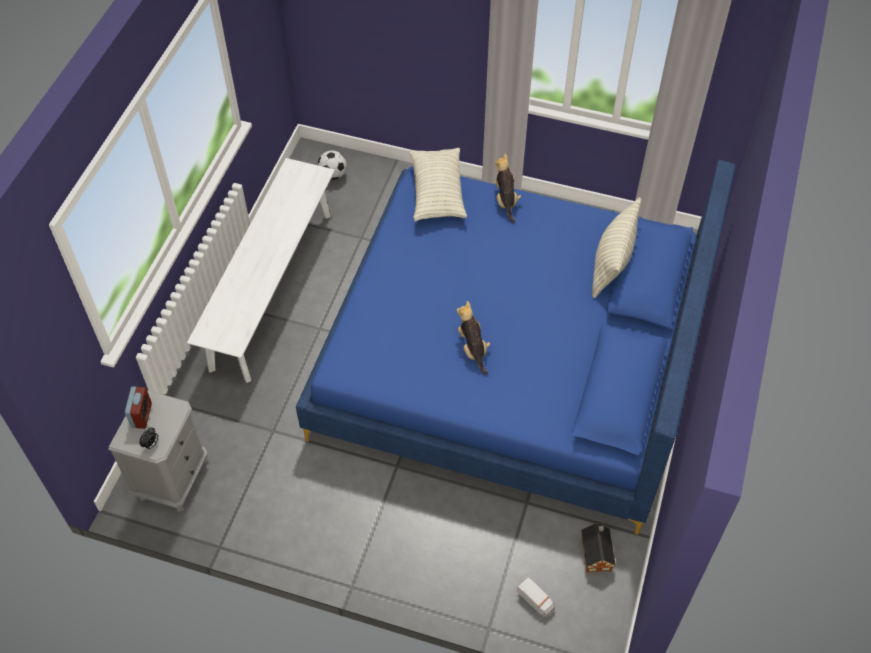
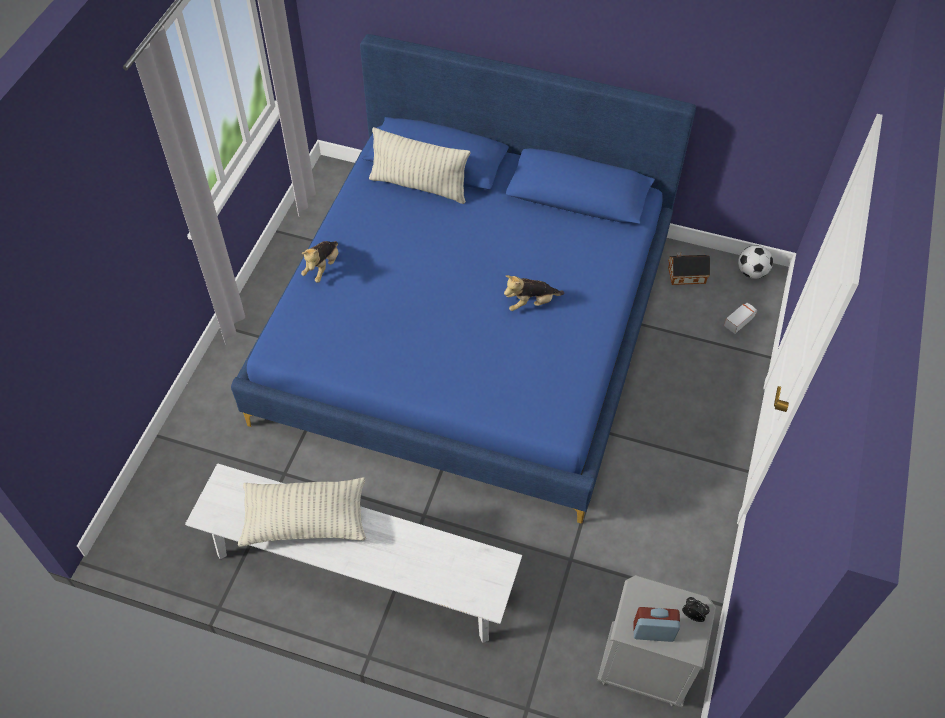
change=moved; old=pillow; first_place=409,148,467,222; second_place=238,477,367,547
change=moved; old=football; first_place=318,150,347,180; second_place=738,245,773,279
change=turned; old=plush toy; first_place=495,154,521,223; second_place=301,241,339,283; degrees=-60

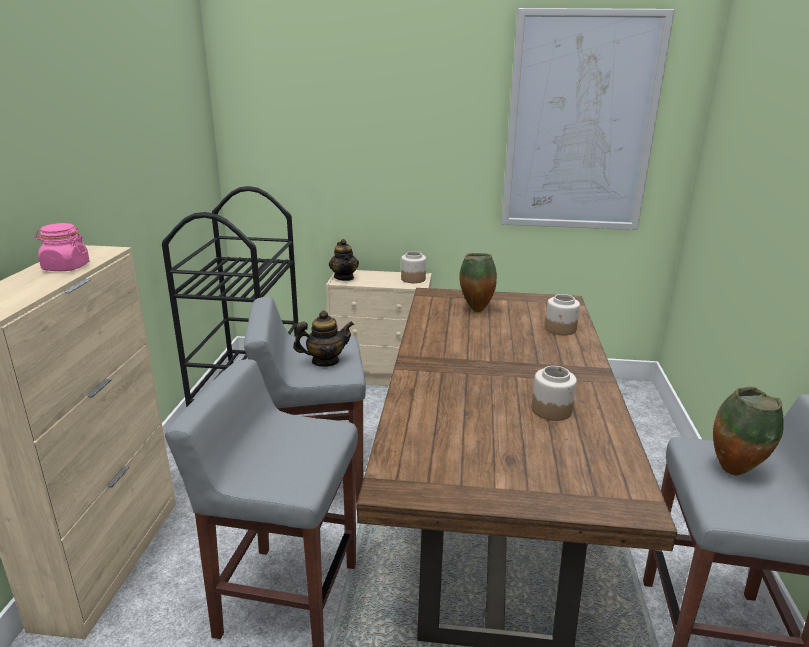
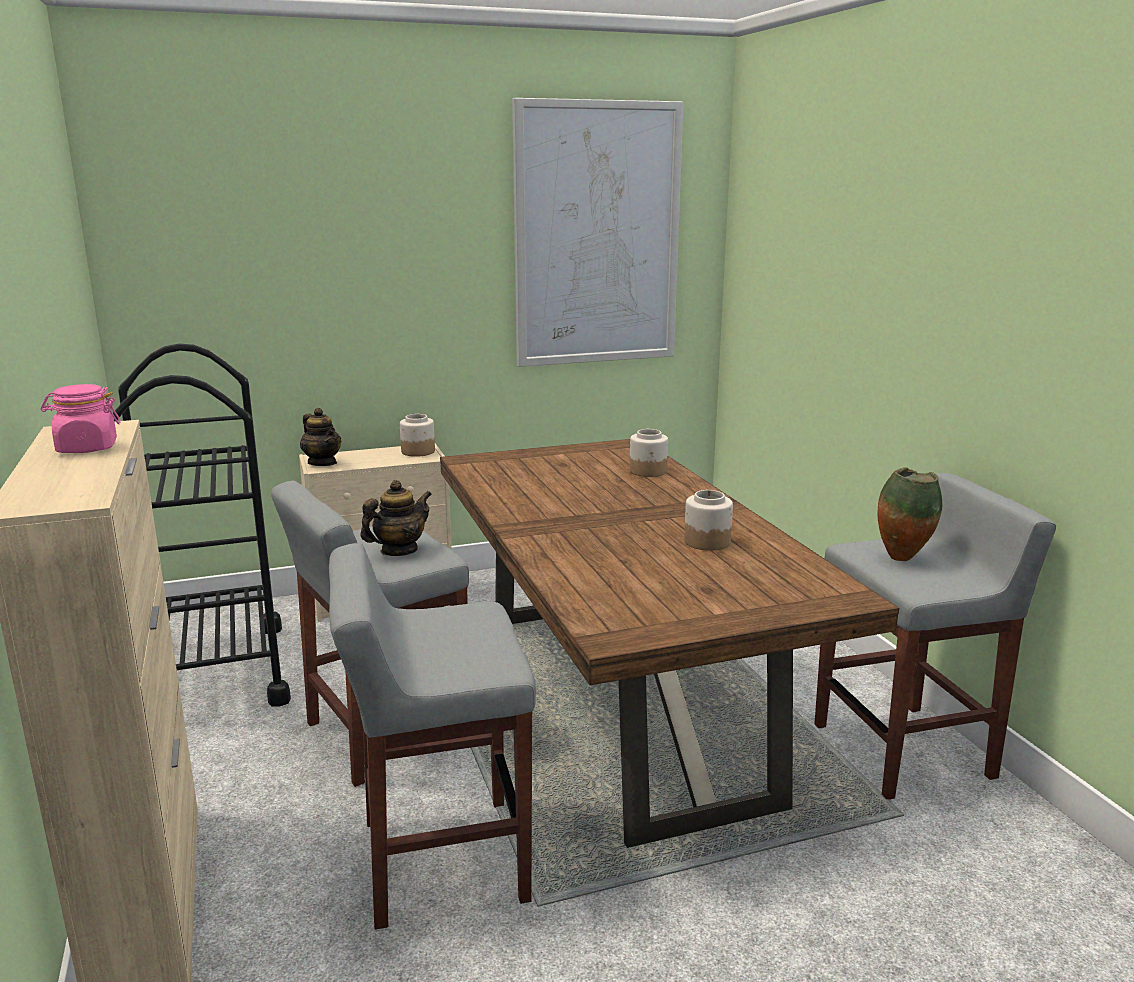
change=removed; old=vase; first_place=459,253,497,312

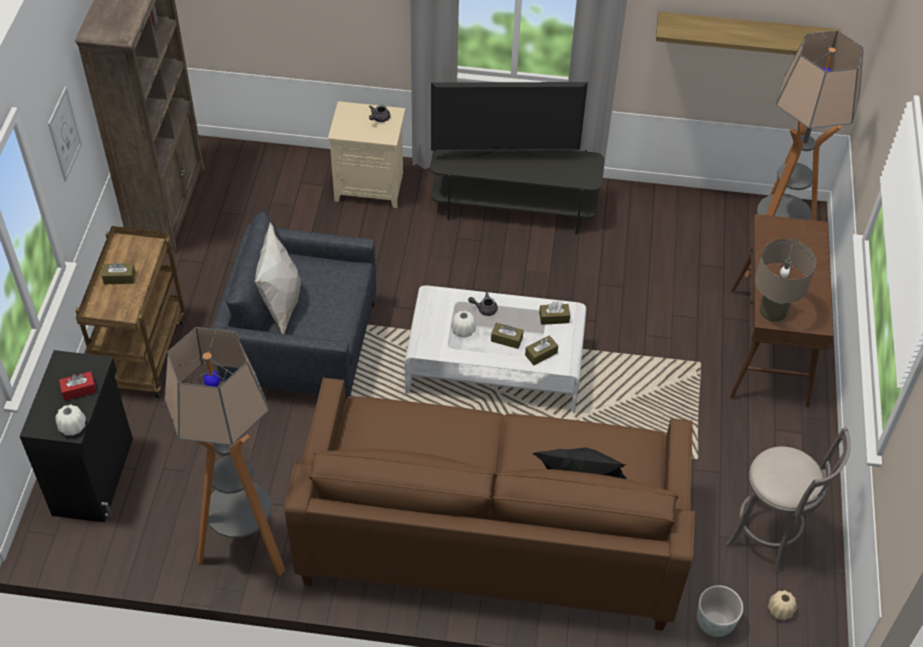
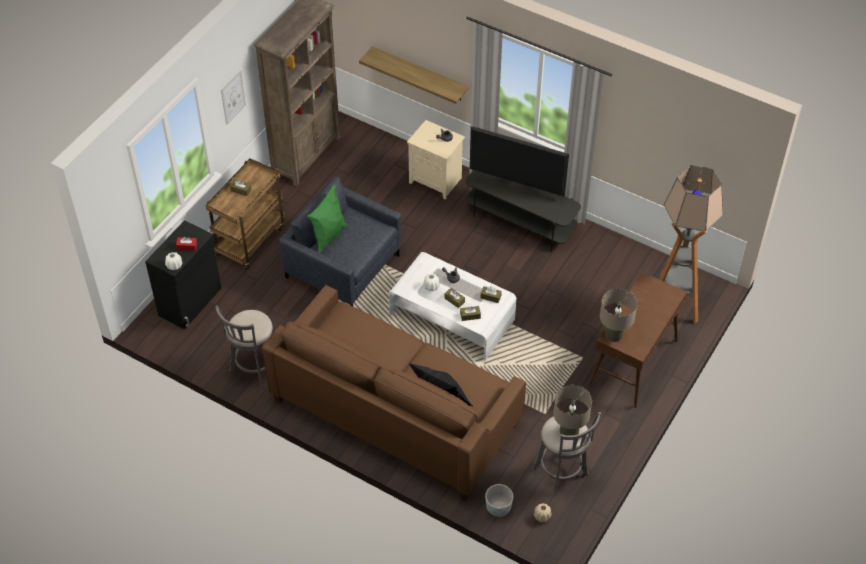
change=moved; old=shelf; first_place=656,11,841,55; second_place=359,46,469,104
change=recoloured; old=white pillow; new=green pillow; first_place=254,222,301,334; second_place=307,184,347,253
change=replaced; old=floor lamp; new=grey stool; first_place=164,327,285,576; second_place=215,305,273,388
change=added; new=beige table lamp; second_place=553,385,592,436

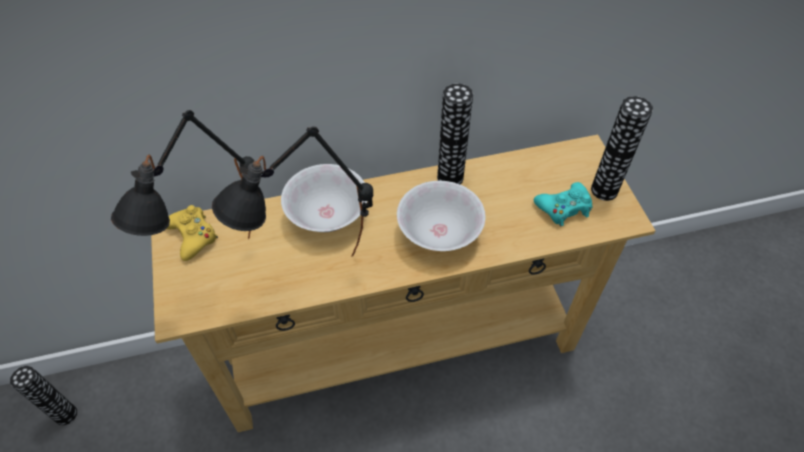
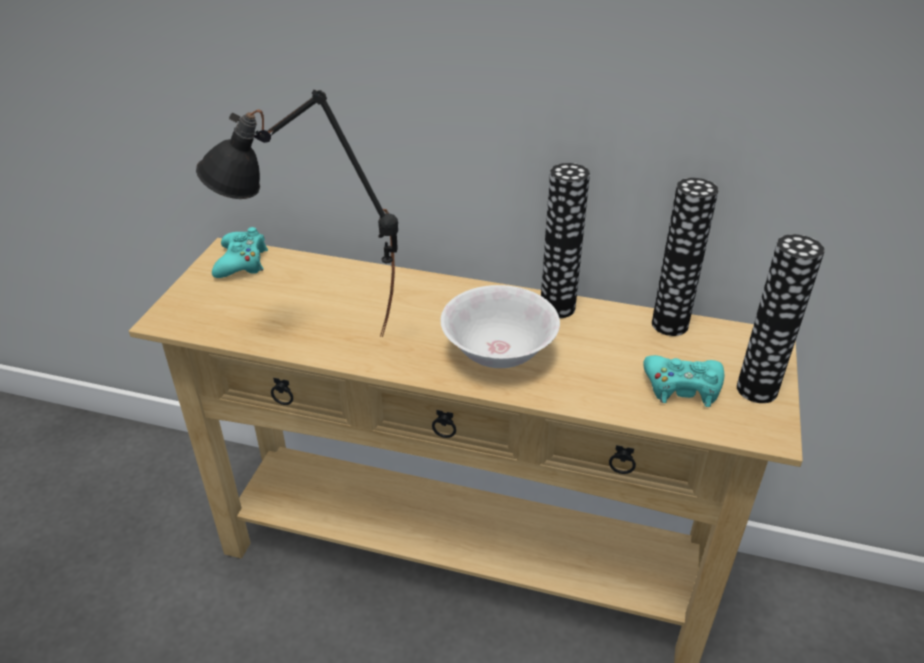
change=removed; old=black table lamp; first_place=111,110,254,239
change=removed; old=white bowl; first_place=281,164,367,232
change=recoloured; old=yellow game controller; new=turquoise game controller; first_place=167,205,218,261; second_place=212,227,268,278
change=moved; old=vase; first_place=10,366,77,425; second_place=652,178,719,336

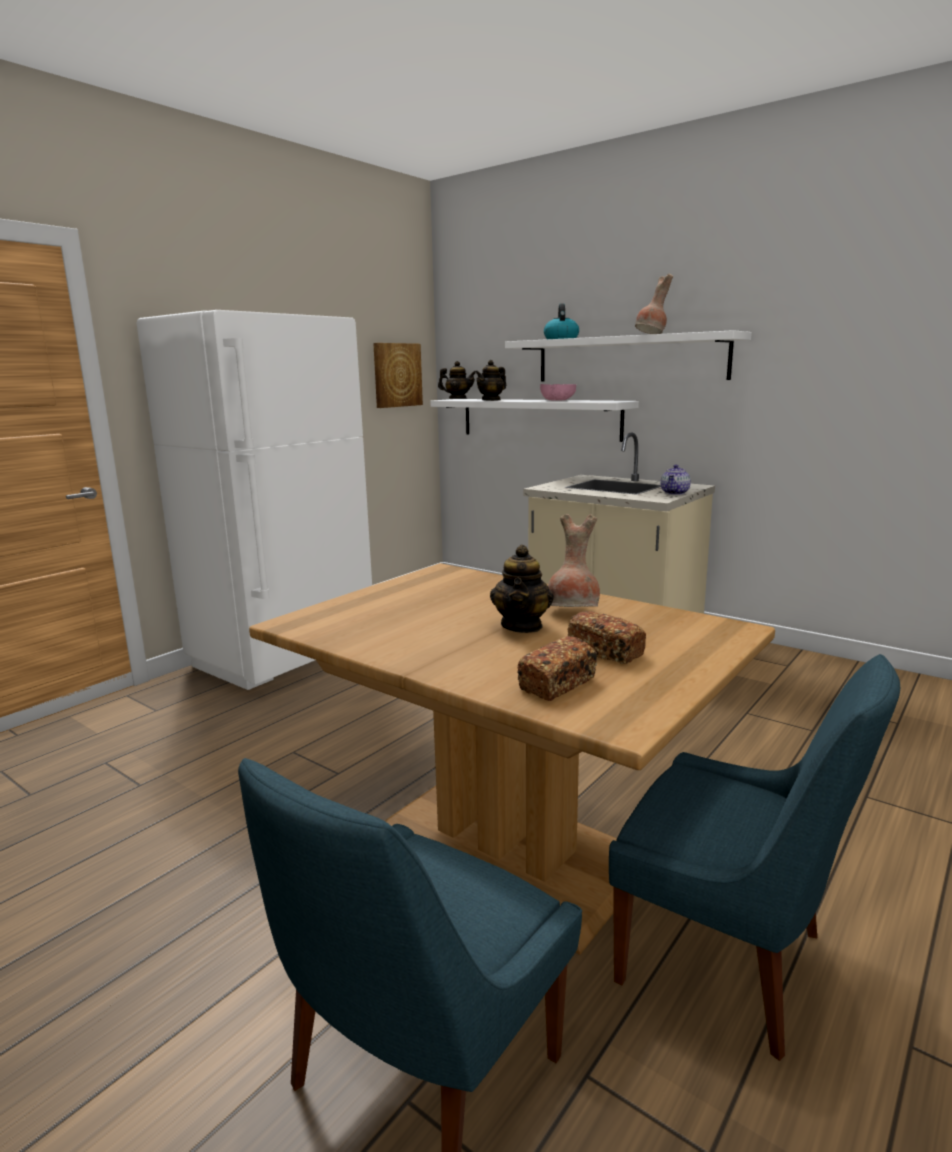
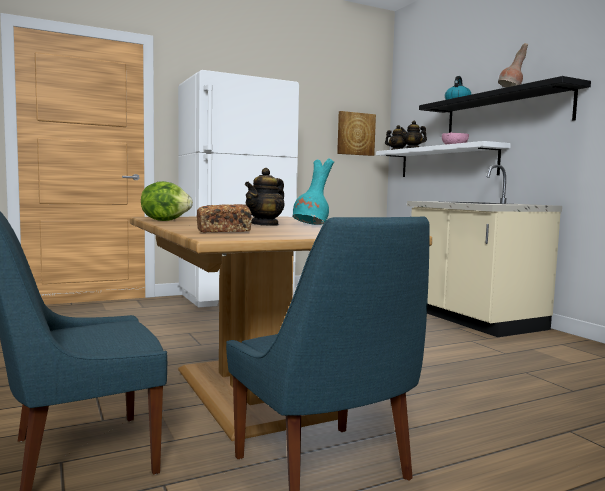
change=recoloured; old=white shelf; new=black shelf; first_place=505,330,752,381; second_place=419,76,591,133
change=removed; old=teapot; first_place=661,465,691,495
change=recoloured; old=brown vase; new=turquoise vase; first_place=548,514,600,607; second_place=293,158,334,225
change=removed; old=bread; first_place=568,611,646,664
change=added; new=lettuce; second_place=141,181,193,221

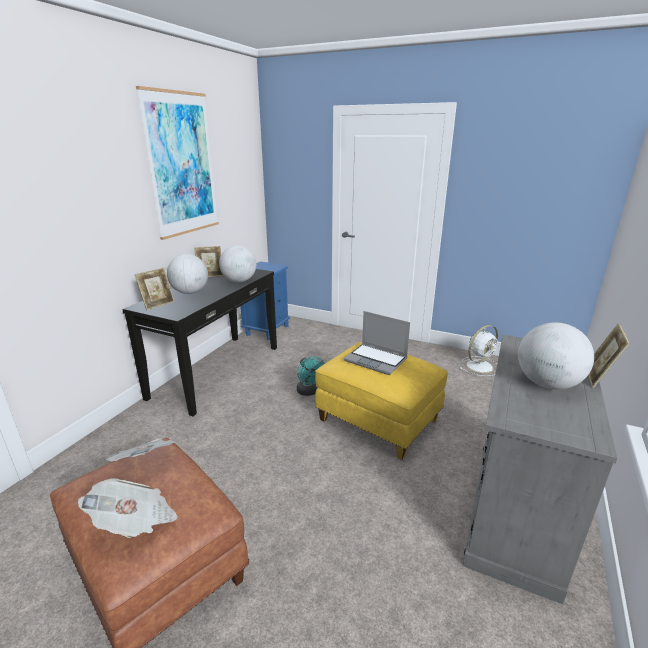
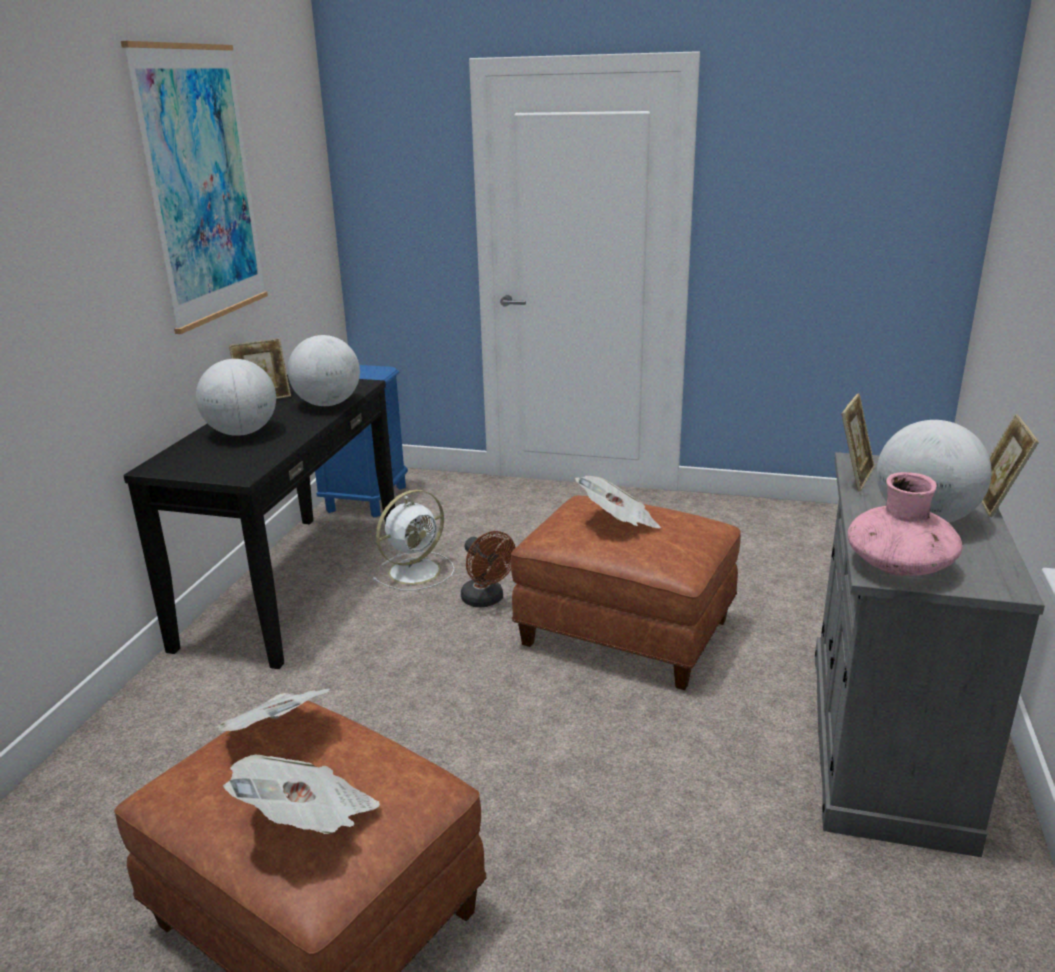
change=moved; old=picture frame; first_place=135,268,175,310; second_place=842,393,875,491
change=replaced; old=laptop; new=newspaper; first_place=344,311,410,375; second_place=575,476,661,528
change=moved; old=white fan; first_place=460,325,498,376; second_place=372,490,455,590
change=recoloured; old=yellow ottoman; new=brown ottoman; first_place=315,342,448,460; second_place=511,496,741,690
change=recoloured; old=turquoise fan; new=brown fan; first_place=297,356,325,396; second_place=461,531,515,607
change=added; new=pink vase; second_place=847,472,962,576

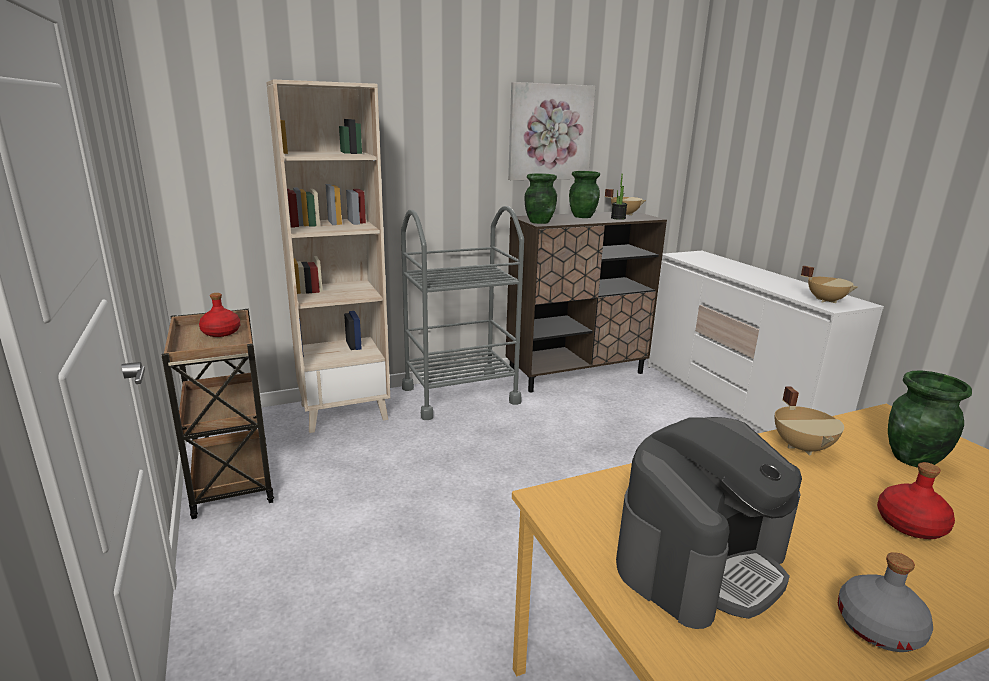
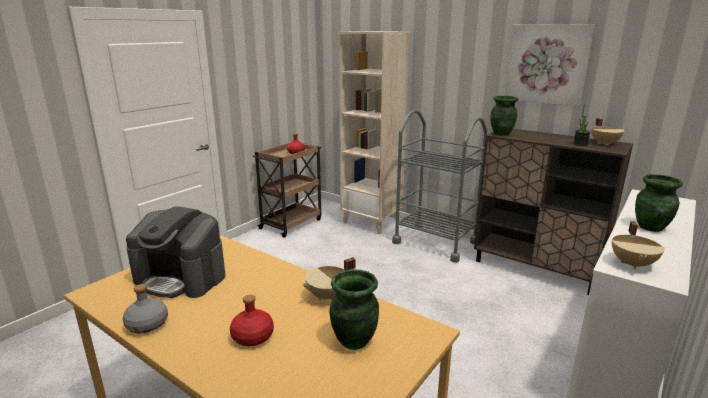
change=moved; old=green vase; first_place=569,171,600,218; second_place=635,174,683,232

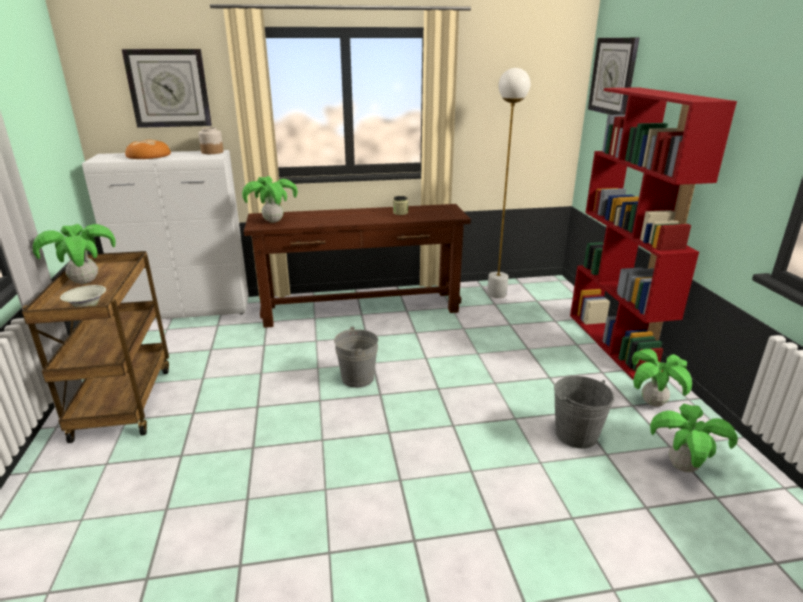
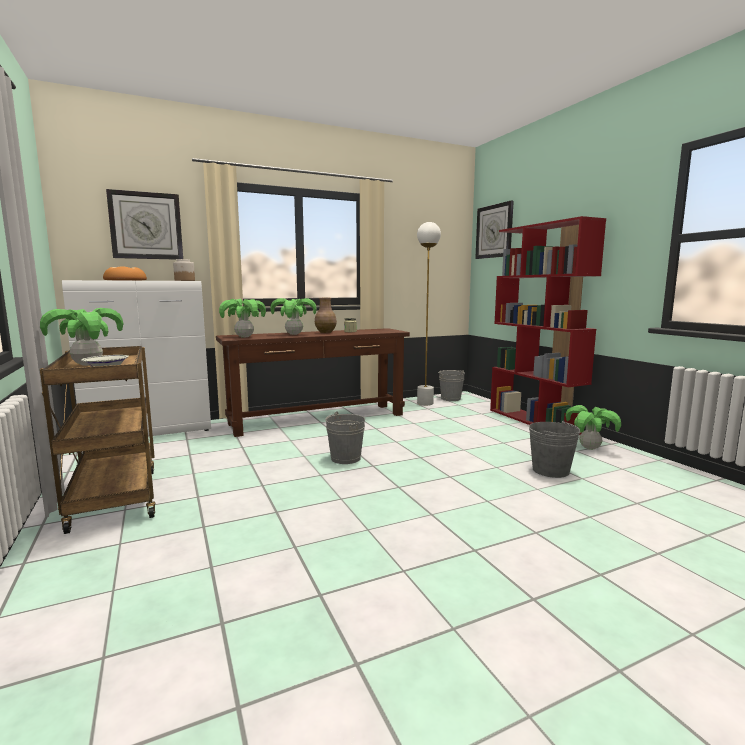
change=moved; old=potted plant; first_place=650,403,738,472; second_place=270,298,317,335
change=added; new=brown vase; second_place=315,298,337,333
change=added; new=grey bucket; second_place=439,370,465,401

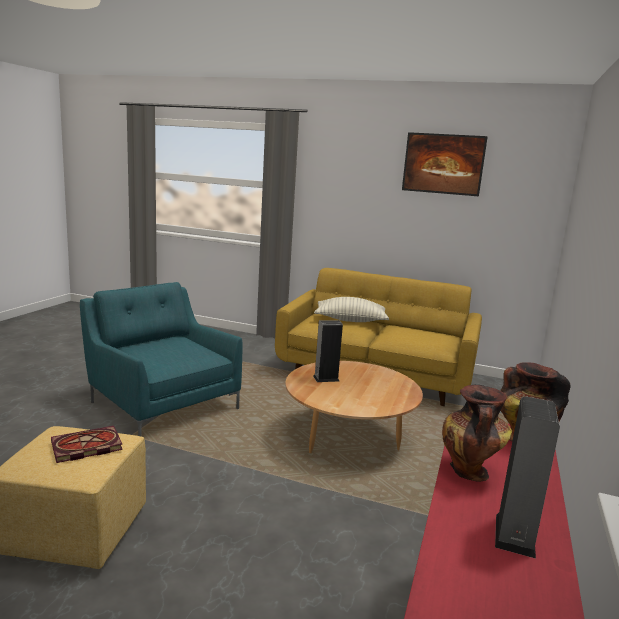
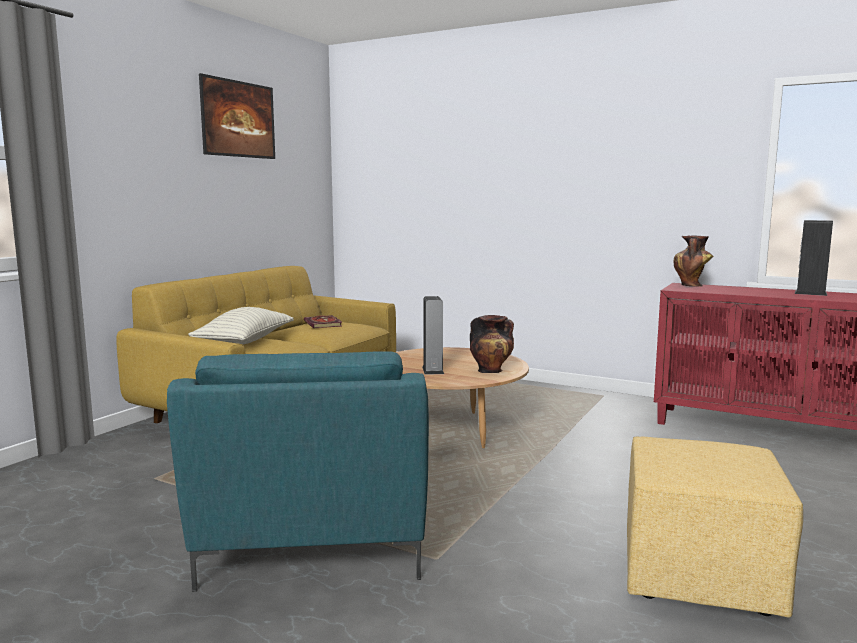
change=turned; old=turquoise armchair; first_place=80,282,242,437; second_place=167,352,429,591; degrees=-60
change=moved; old=vase; first_place=442,385,512,482; second_place=470,315,514,373
change=moved; old=book; first_place=51,426,123,463; second_place=304,315,342,328

